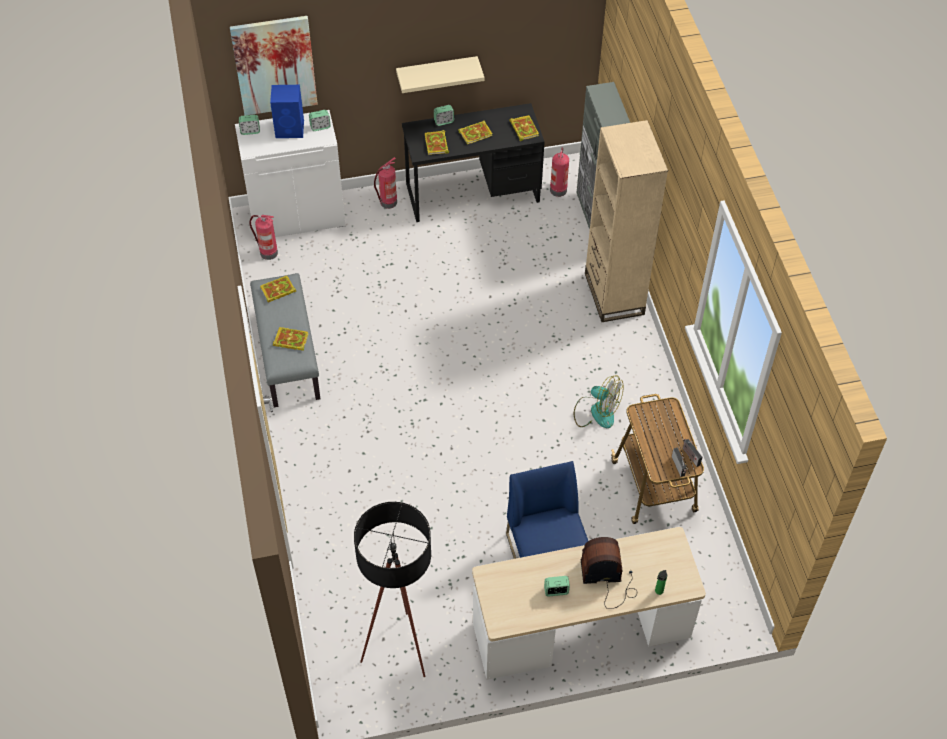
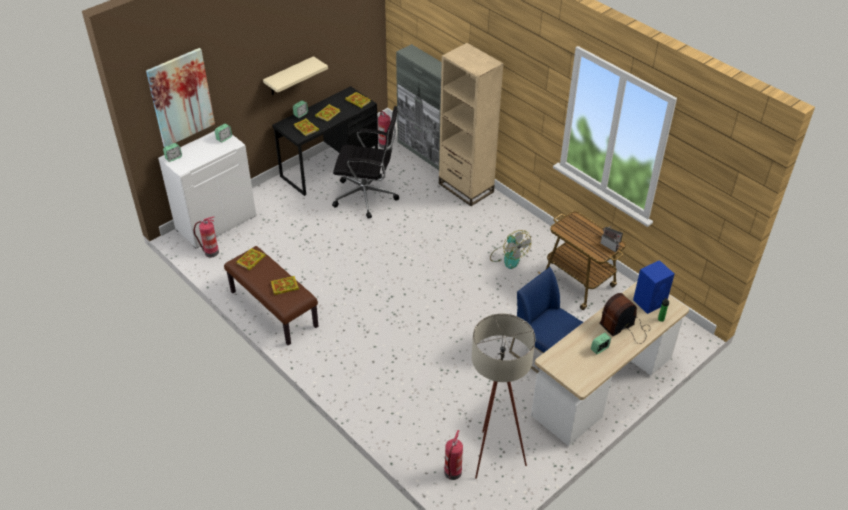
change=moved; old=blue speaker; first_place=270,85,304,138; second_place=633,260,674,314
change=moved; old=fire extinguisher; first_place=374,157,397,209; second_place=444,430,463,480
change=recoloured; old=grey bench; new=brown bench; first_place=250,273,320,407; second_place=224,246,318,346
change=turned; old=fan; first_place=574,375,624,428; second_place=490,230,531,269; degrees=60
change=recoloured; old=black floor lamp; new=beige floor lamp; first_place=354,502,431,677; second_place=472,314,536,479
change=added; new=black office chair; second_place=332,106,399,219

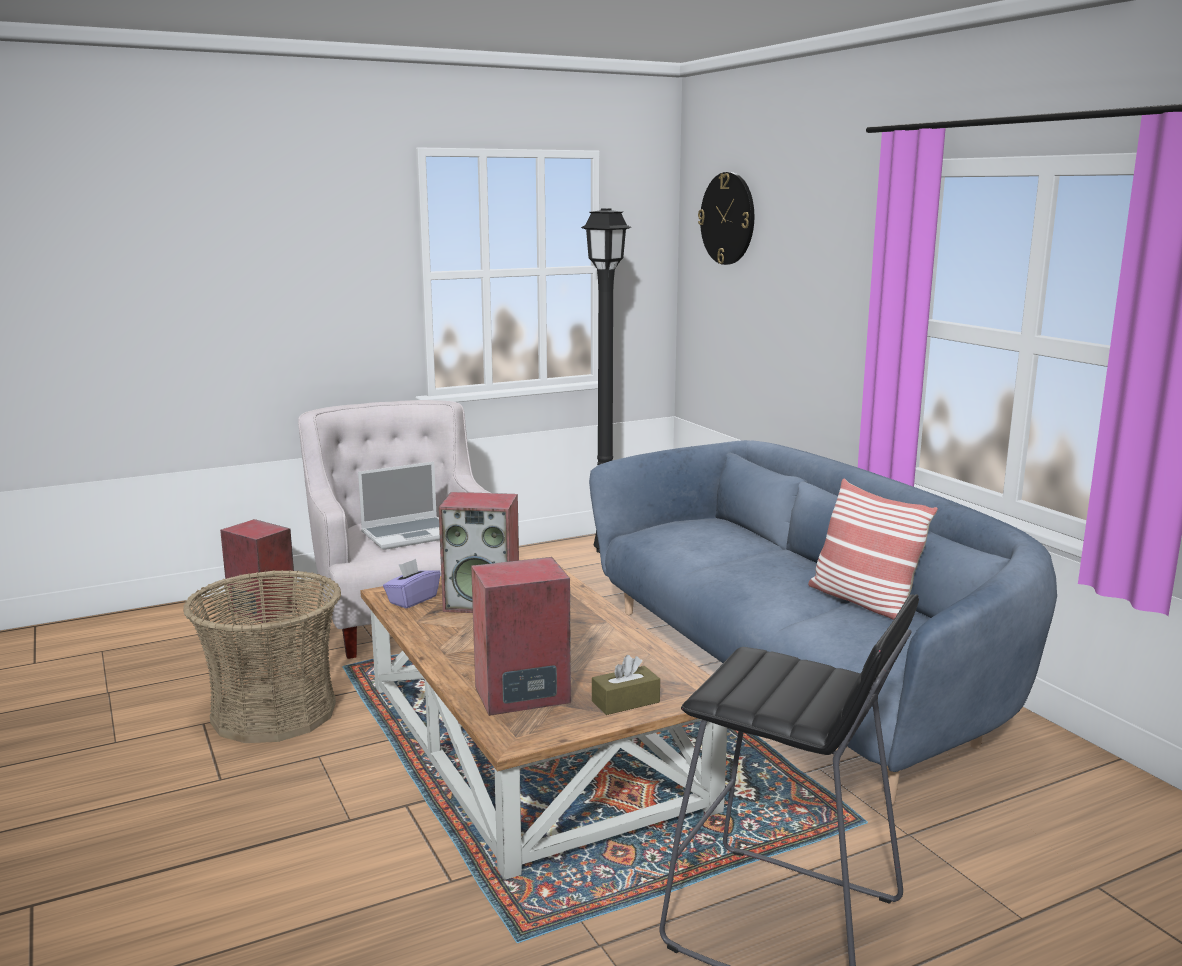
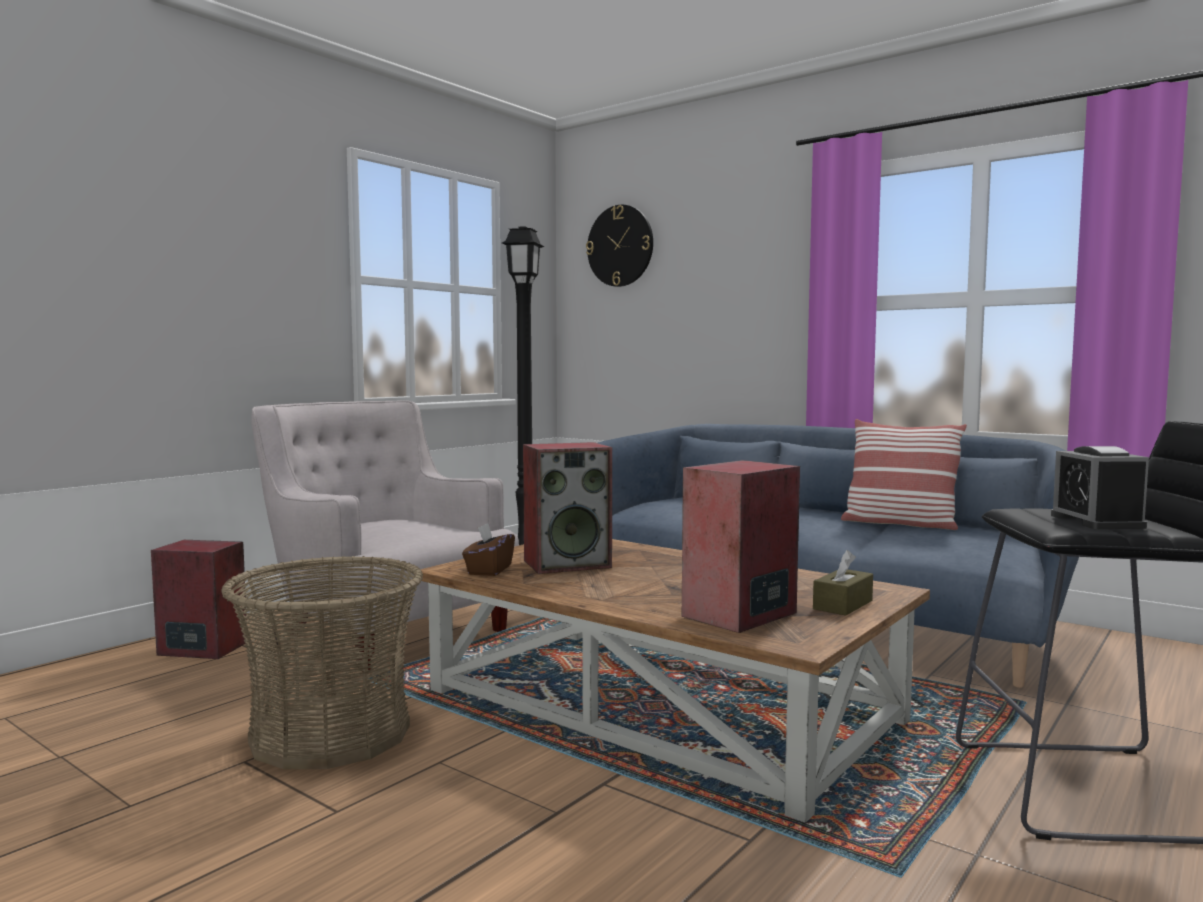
change=removed; old=laptop; first_place=358,461,440,550
change=recoloured; old=purple tissue box; new=brown tissue box; first_place=383,559,441,608; second_place=462,523,515,576
change=added; new=alarm clock; second_place=1051,446,1149,529

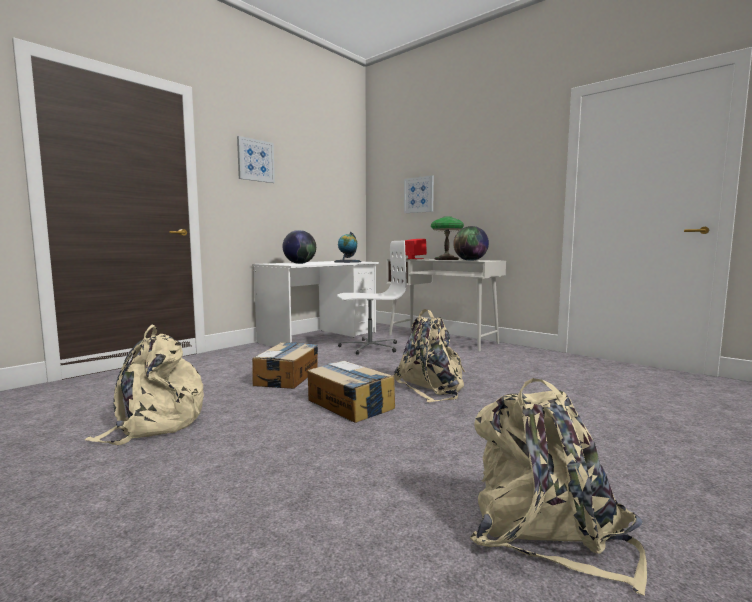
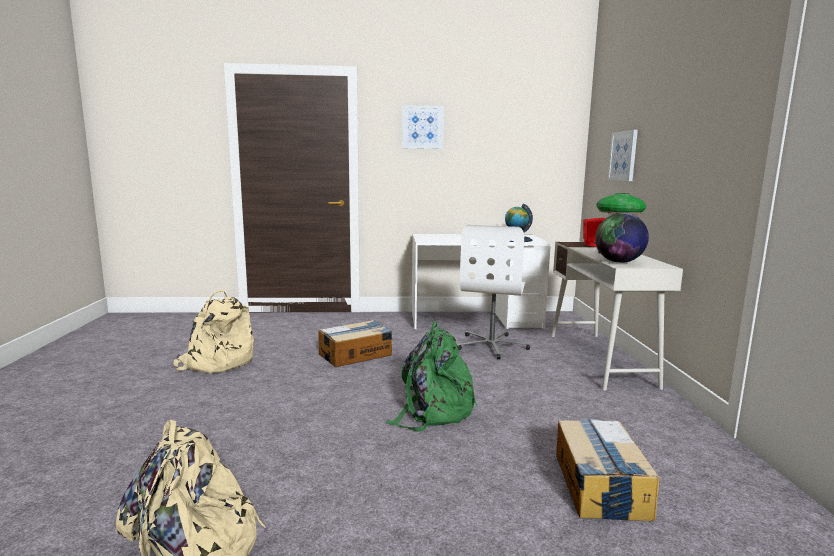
change=removed; old=globe; first_place=282,230,316,264
change=turned; old=white office chair; first_place=337,241,407,355; second_place=457,225,530,359; degrees=75
change=recoloured; old=beige backpack; new=green backpack; first_place=394,309,465,403; second_place=386,321,478,432
change=moved; old=cardboard box; first_place=308,361,395,423; second_place=556,419,659,521

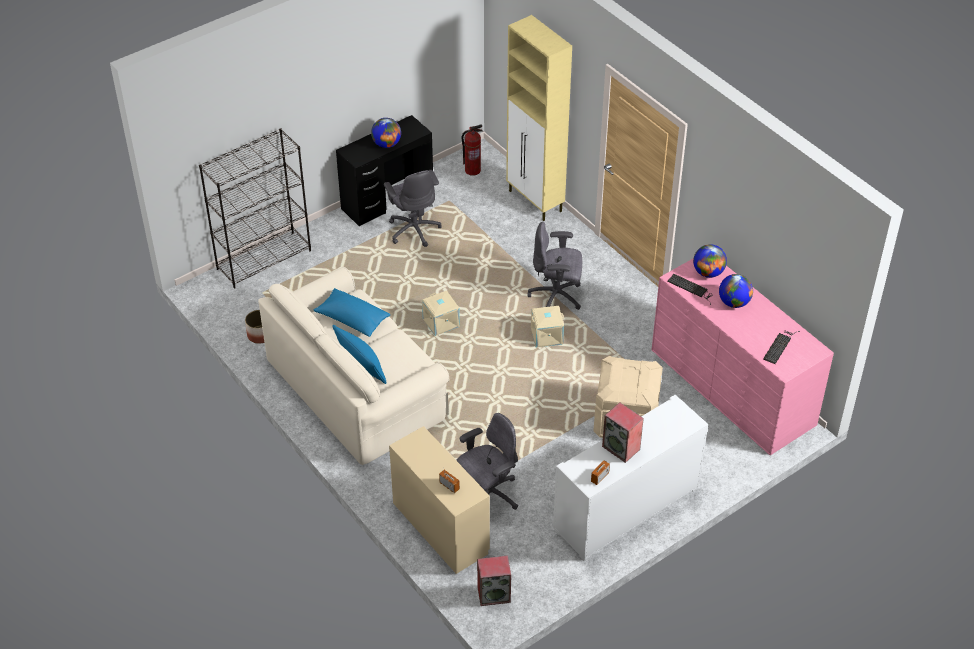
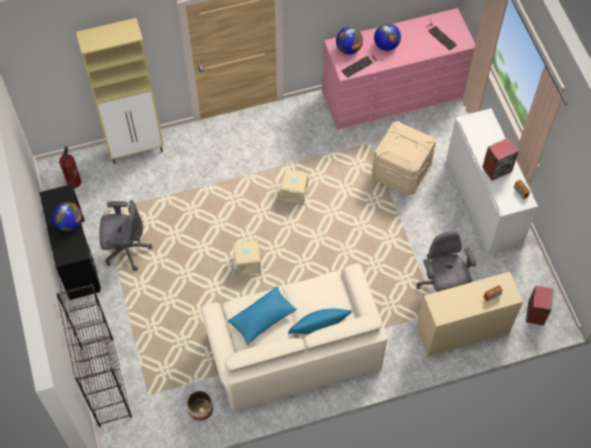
change=removed; old=grey office chair; first_place=528,222,582,310

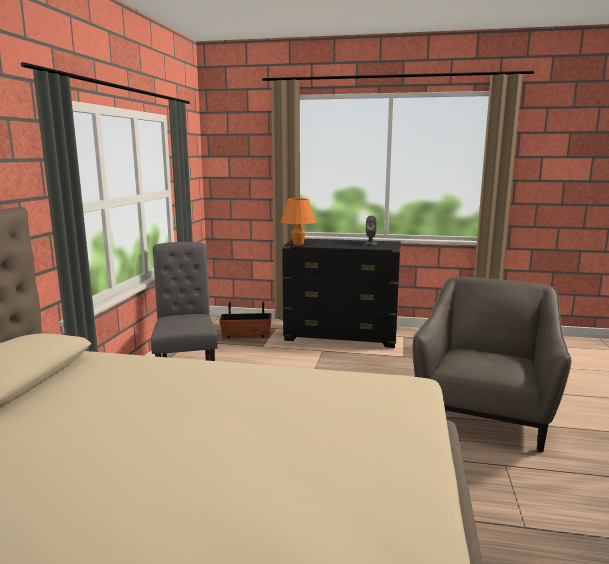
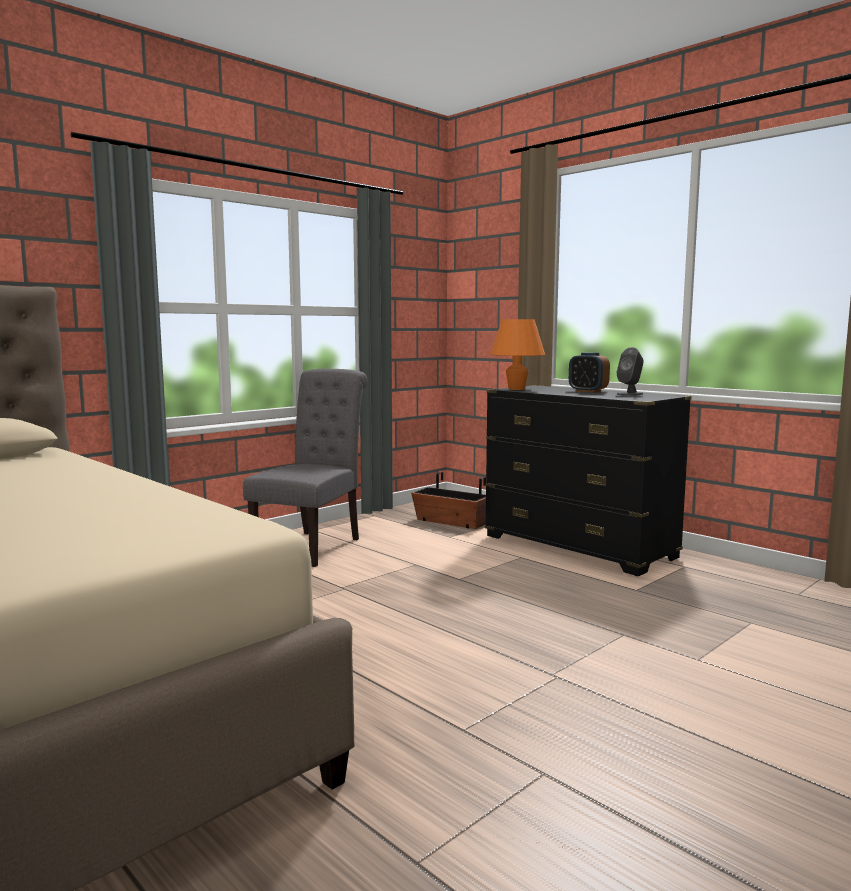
change=removed; old=grey armchair; first_place=413,277,571,452
change=added; new=alarm clock; second_place=569,352,610,392

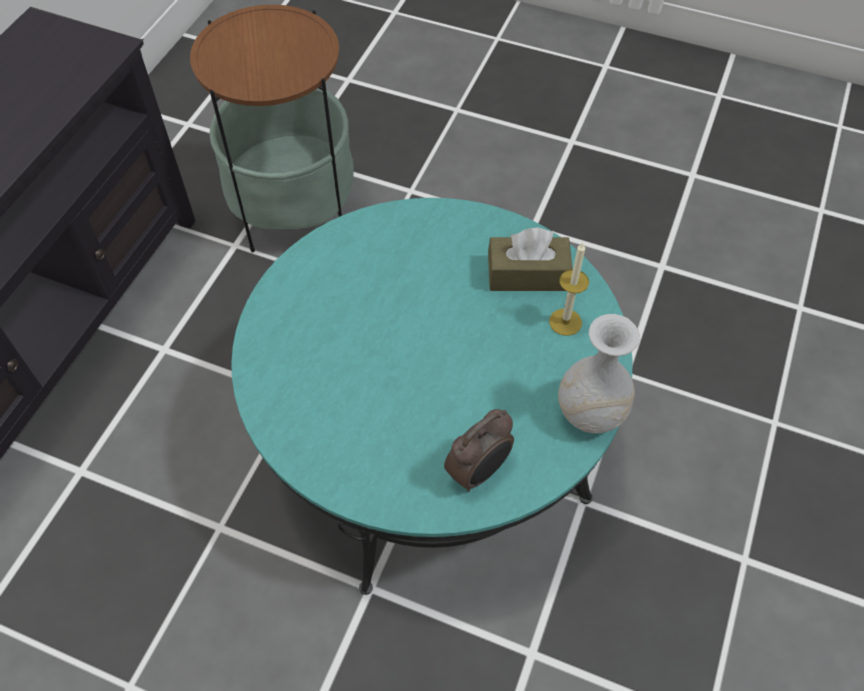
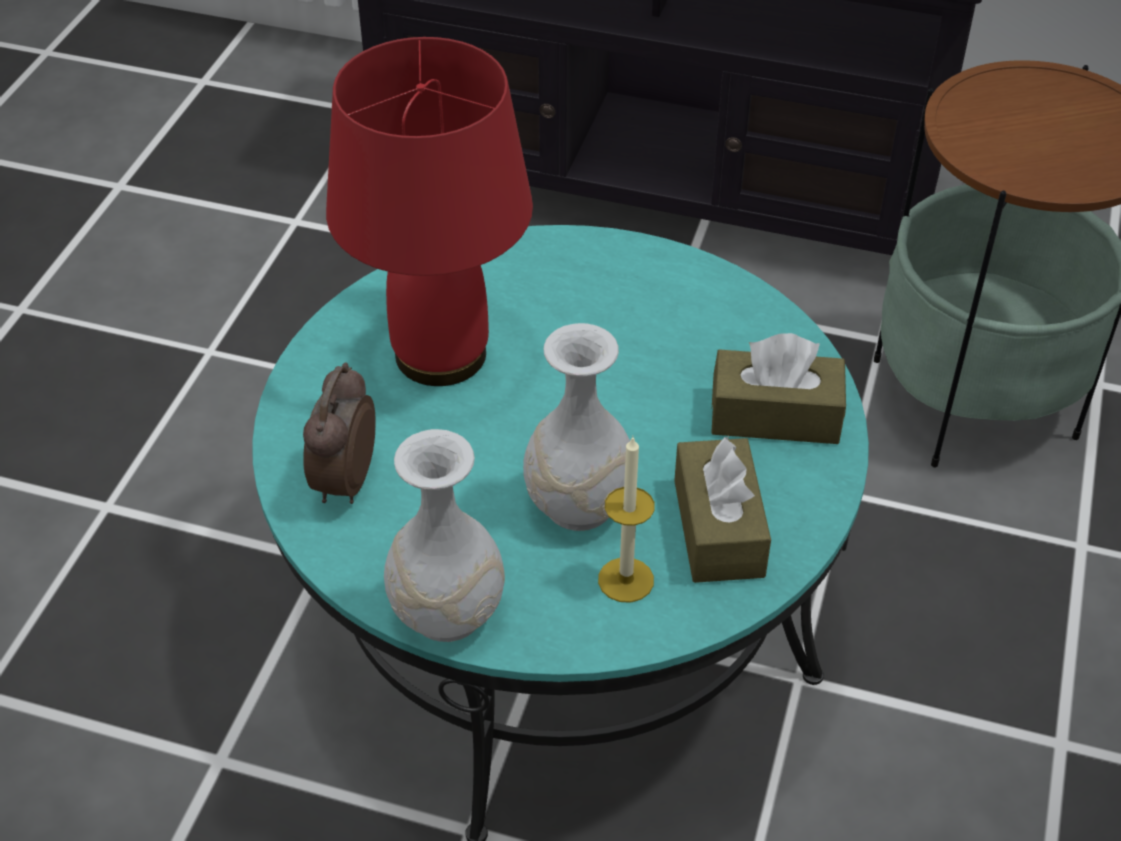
change=turned; old=alarm clock; first_place=444,409,514,492; second_place=303,362,376,504; degrees=60
change=added; new=red table lamp; second_place=326,37,533,386
change=added; new=white vase; second_place=523,323,630,531
change=added; new=brown tissue box; second_place=711,333,846,444

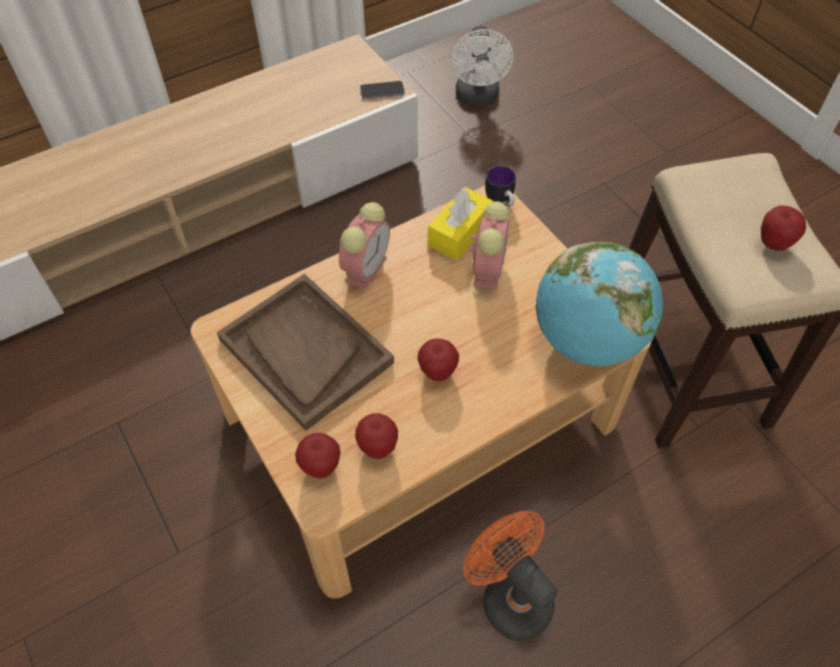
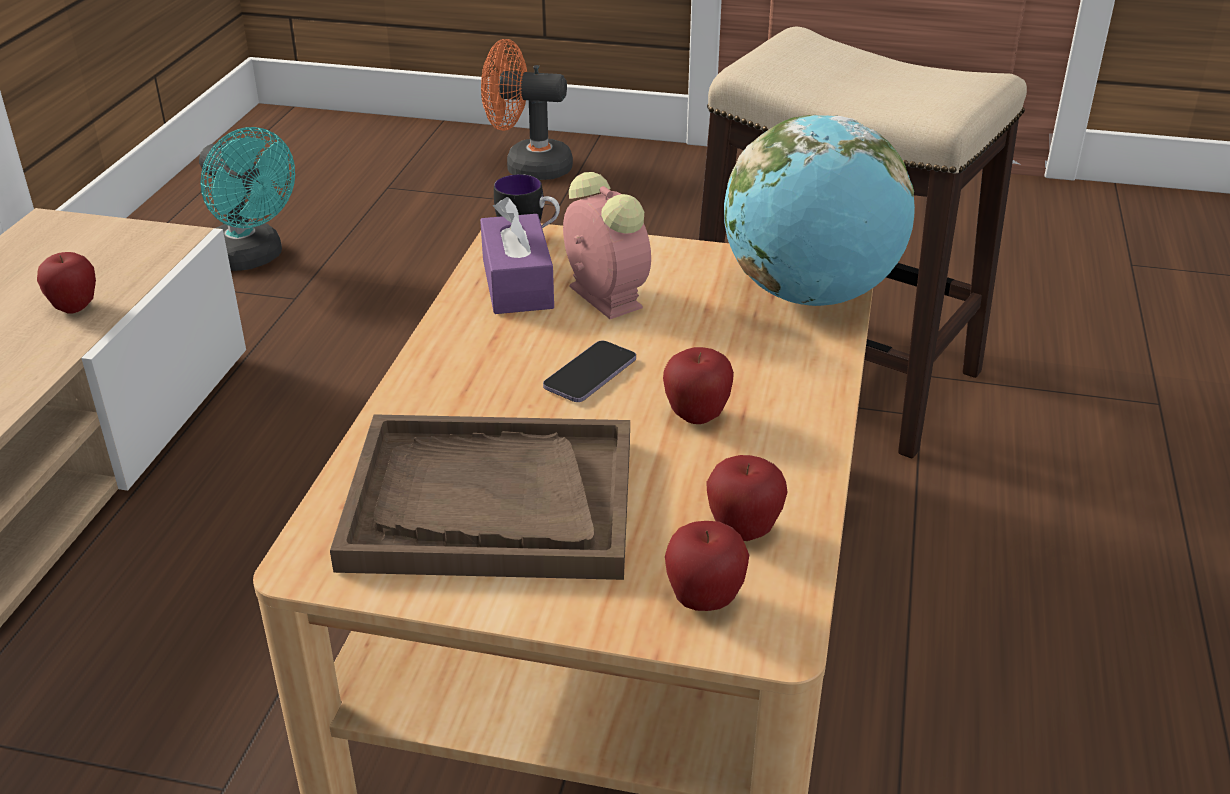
change=recoloured; old=white fan; new=turquoise fan; first_place=451,26,513,106; second_place=199,127,295,271
change=moved; old=phone; first_place=360,81,405,99; second_place=543,341,636,402
change=recoloured; old=yellow tissue box; new=purple tissue box; first_place=428,187,494,260; second_place=480,197,554,314
change=removed; old=alarm clock; first_place=339,202,390,289
change=moved; old=apple; first_place=761,205,806,251; second_place=37,252,96,314
change=moved; old=orange fan; first_place=463,510,557,641; second_place=481,39,573,180

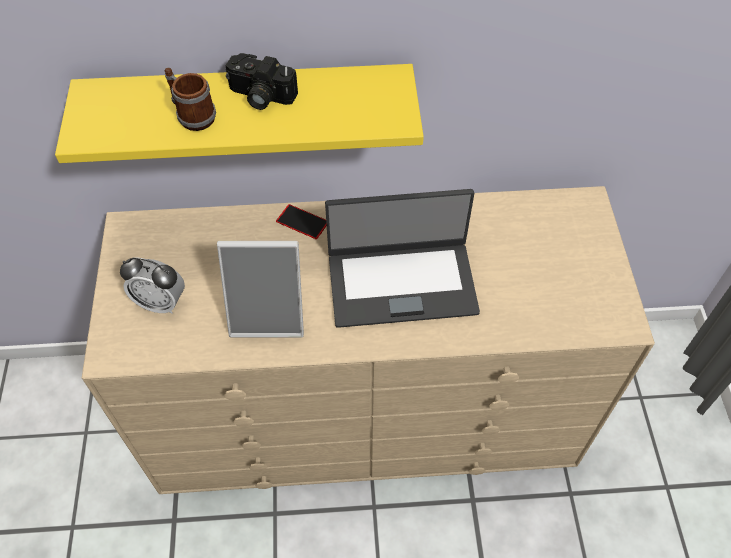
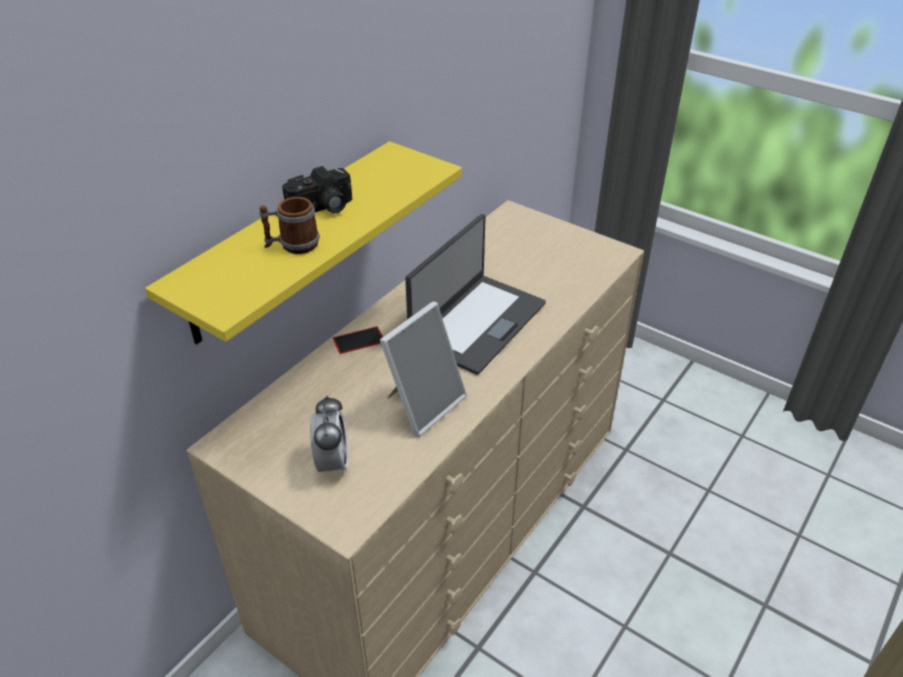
change=turned; old=alarm clock; first_place=120,257,185,314; second_place=310,395,349,476; degrees=-60

